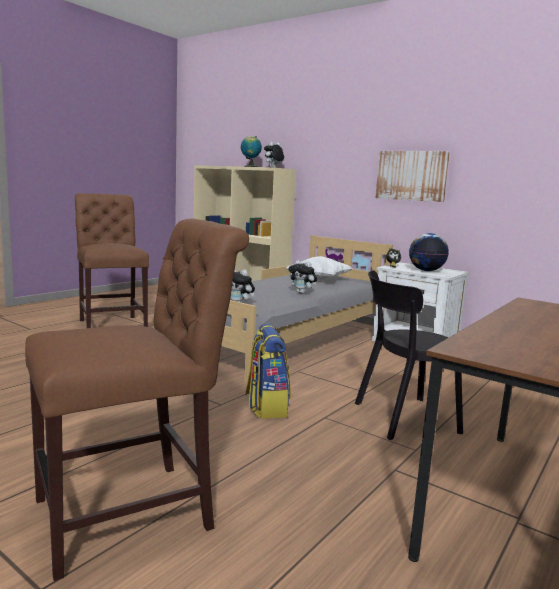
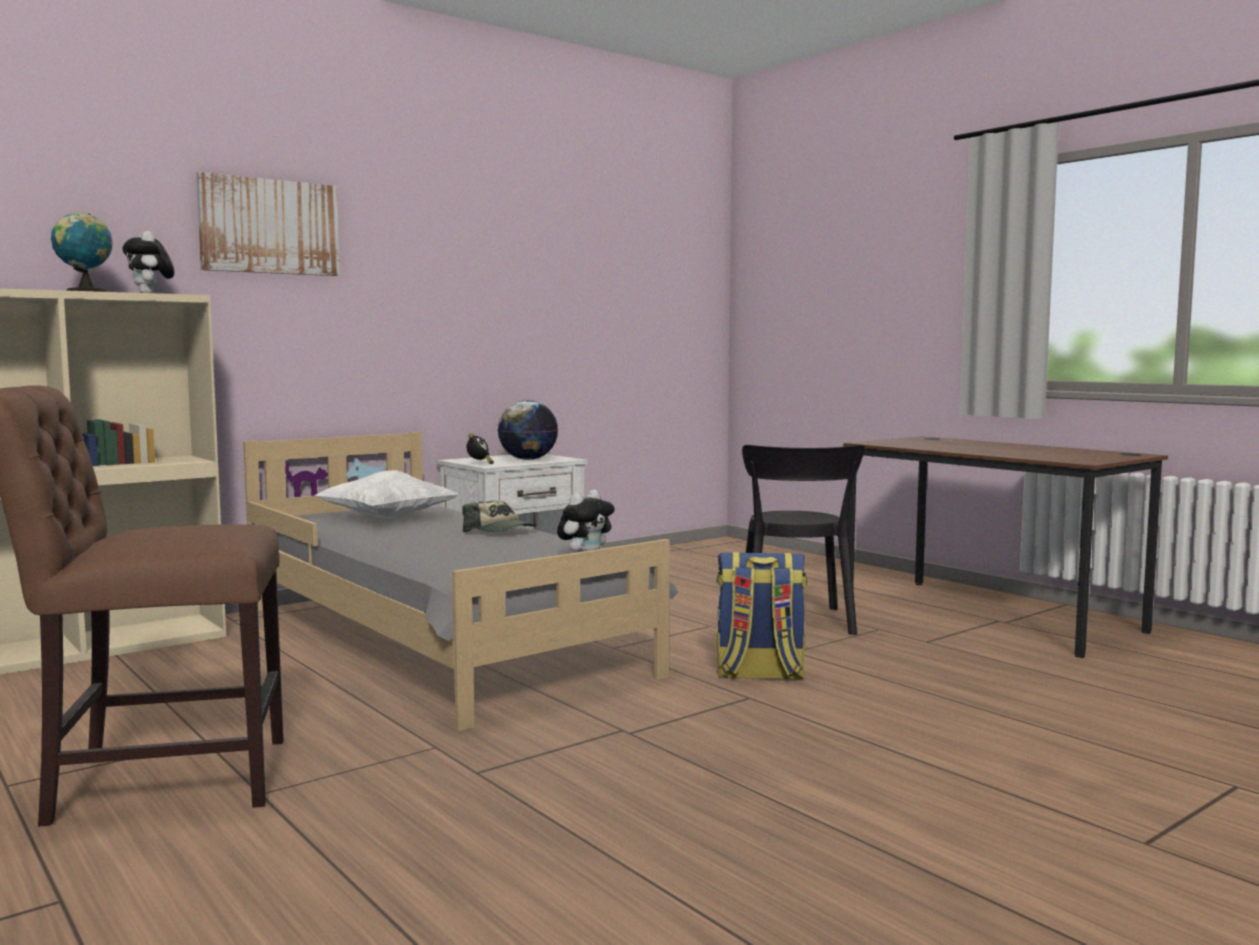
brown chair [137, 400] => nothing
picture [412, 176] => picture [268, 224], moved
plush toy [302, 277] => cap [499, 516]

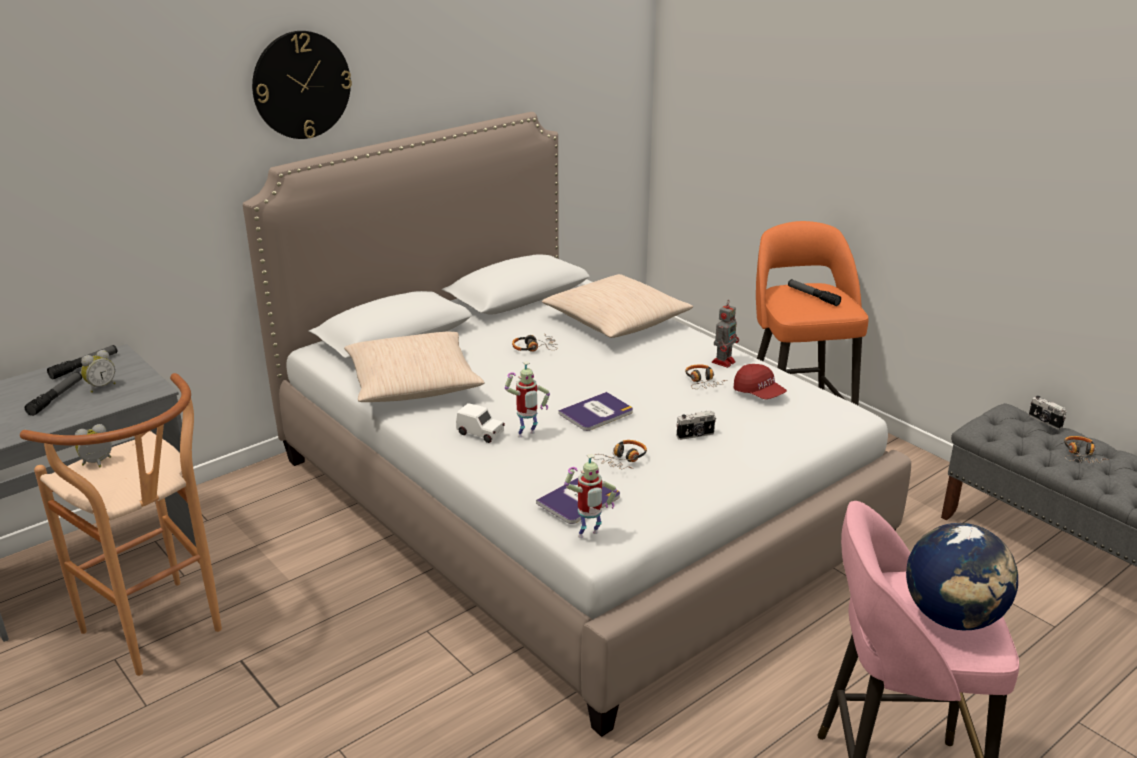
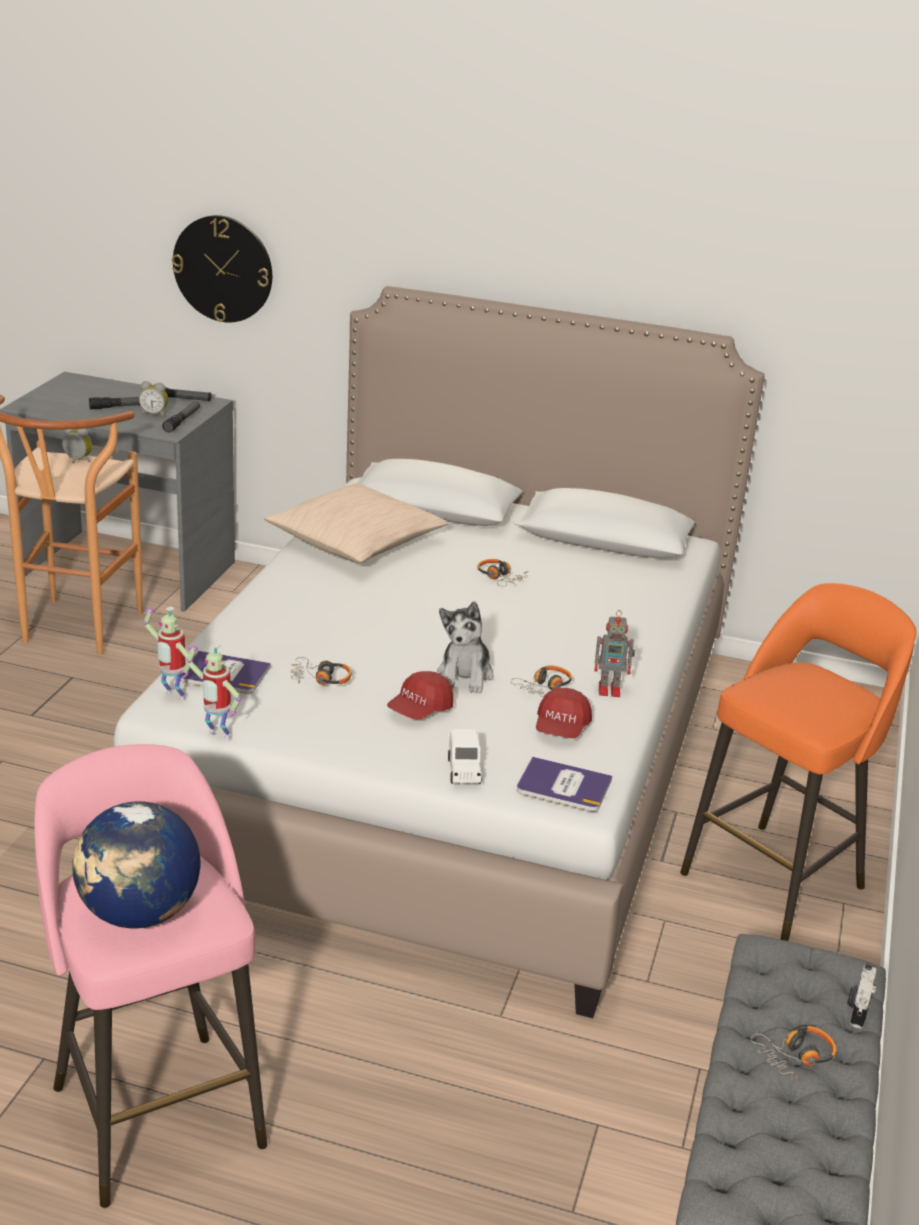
beige pillow [617, 306] => nothing
nothing => plush toy [465, 647]
wall clock [302, 85] => wall clock [222, 268], moved
white toy car [480, 423] => white toy car [465, 756], moved
toy robot [527, 399] => toy robot [213, 691], moved
book [595, 411] => book [565, 784], moved
flashlight [814, 292] => flashlight [181, 417], moved
photo camera [696, 425] => red cap [420, 695]

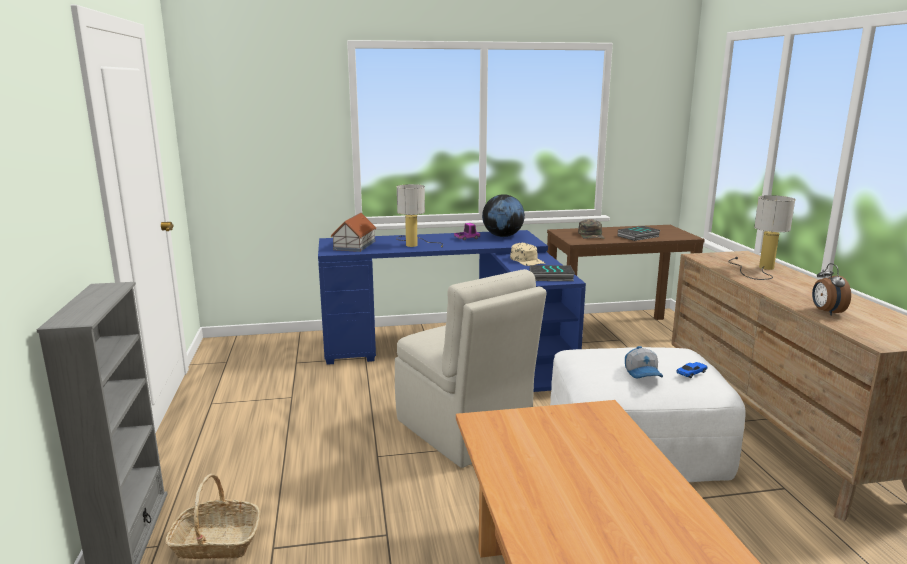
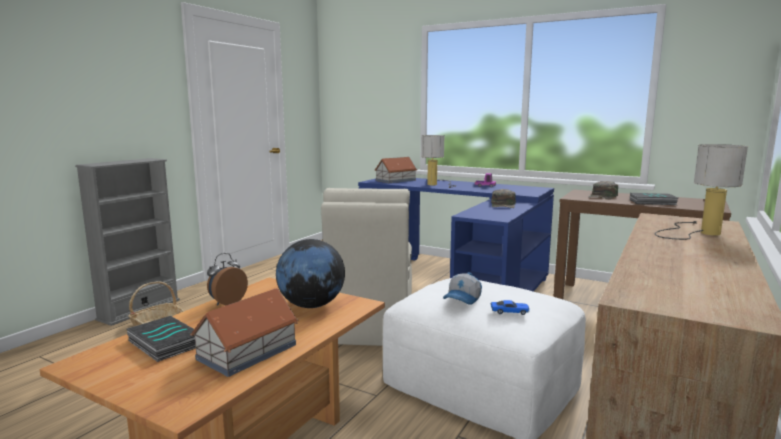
nothing => toy house [244, 332]
globe [503, 215] => globe [310, 273], moved
book [552, 273] => book [161, 339], moved
alarm clock [831, 289] => alarm clock [227, 279], moved
beige cap [528, 254] => green cap [503, 198]

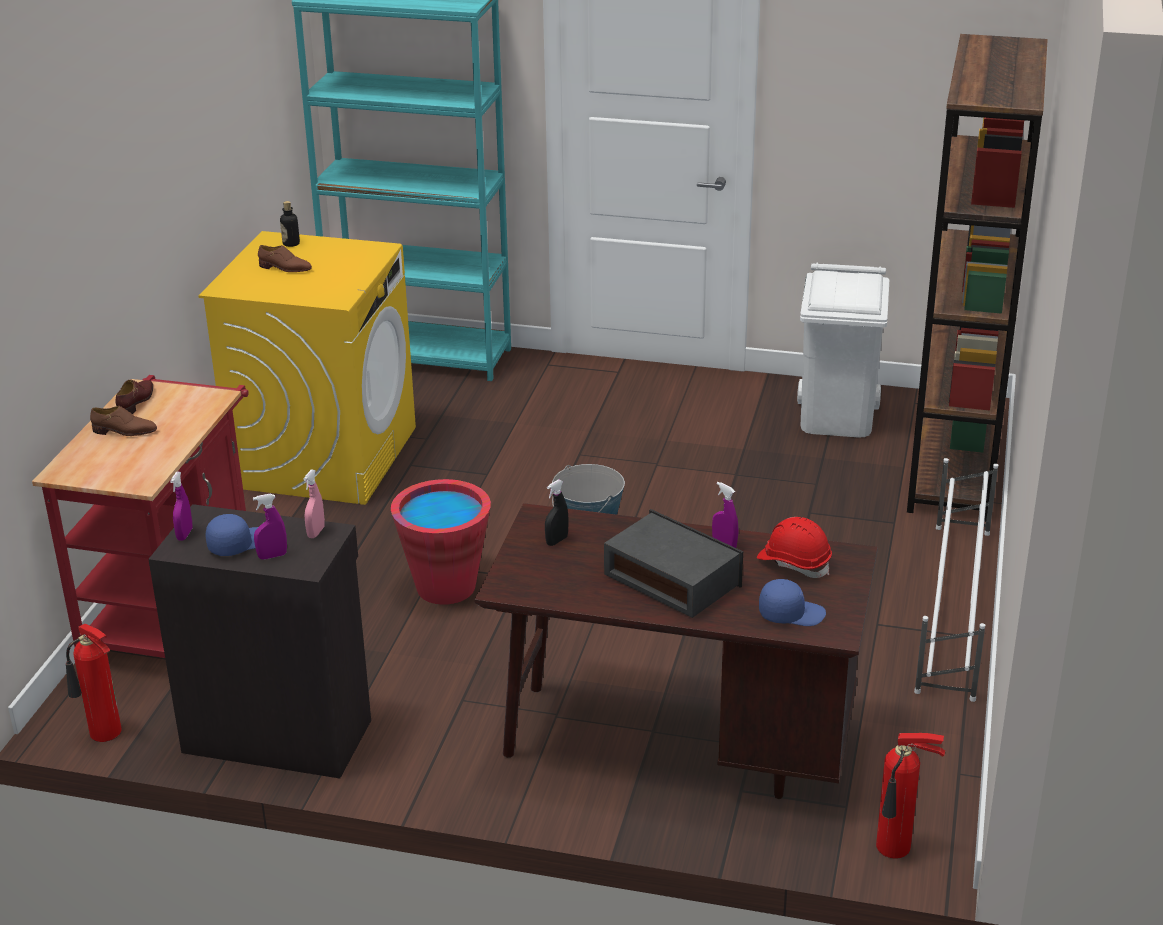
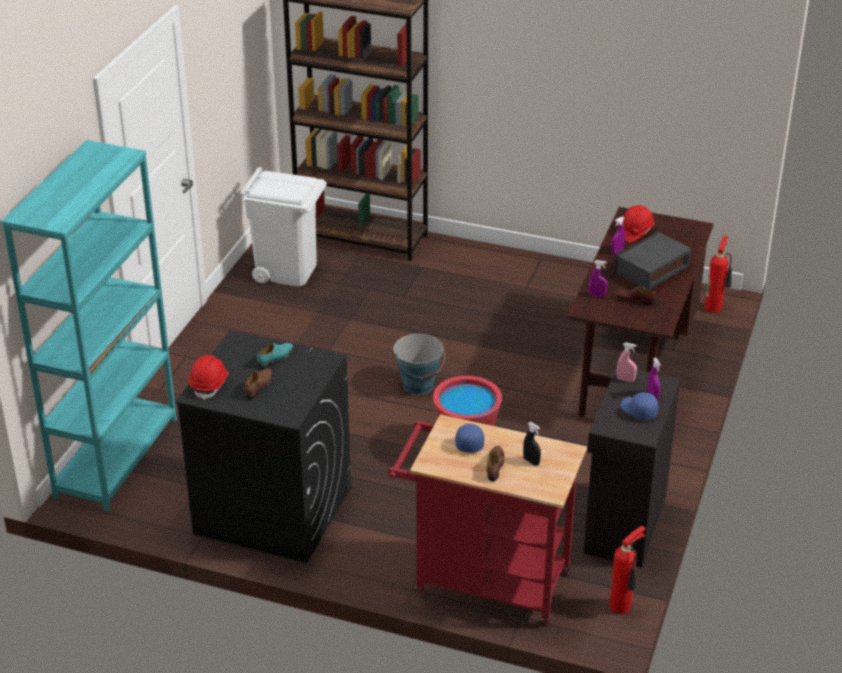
white shoe rack [956, 580] => nothing
nothing => turquoise shoe [275, 356]
brown shoe [134, 397] => brown shoe [635, 296], moved
purple spray bottle [181, 506] => purple spray bottle [598, 278], moved
black spray bottle [556, 512] => black spray bottle [532, 444], moved
blue cap [792, 602] => blue cap [469, 438], moved
bottle [290, 224] => red hard hat [209, 377]
yellow washing machine [307, 368] => black washing machine [263, 446]

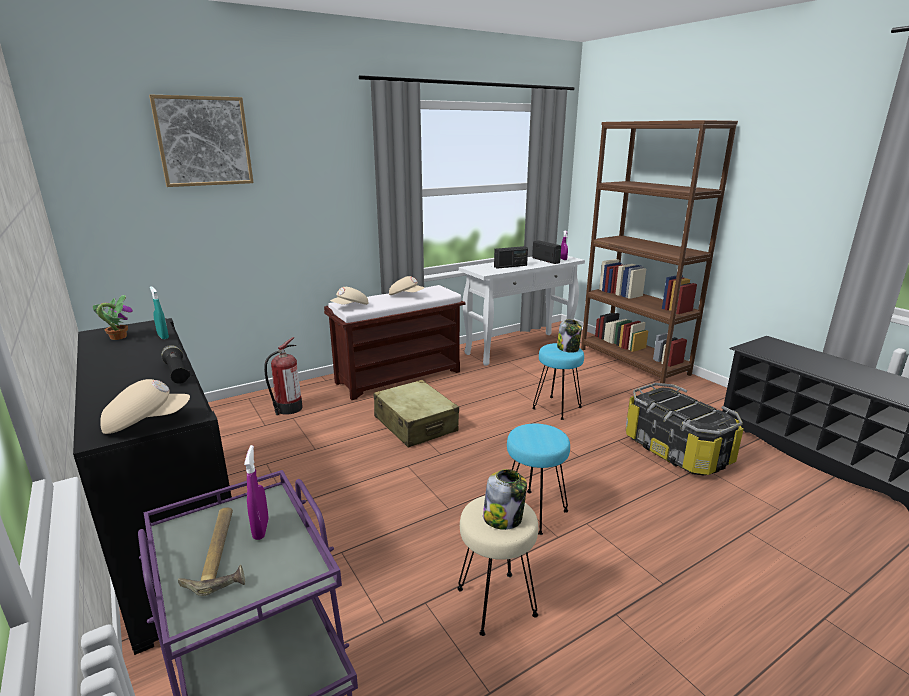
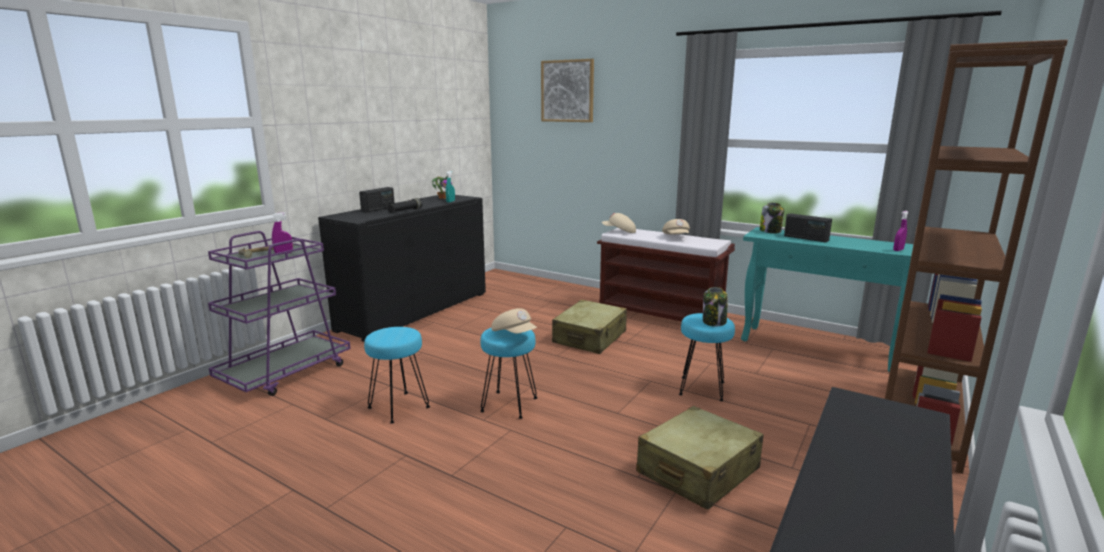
fire extinguisher [283, 376] => nothing
beige cap [145, 406] => beige cap [514, 321], moved
jar [505, 499] => jar [772, 218], moved
radio [546, 252] => radio [377, 199], moved
storage box [685, 429] => beige suitcase [699, 458]
beige stool [497, 566] => turquoise stool [397, 375]
white console table [522, 311] => turquoise console table [827, 299]

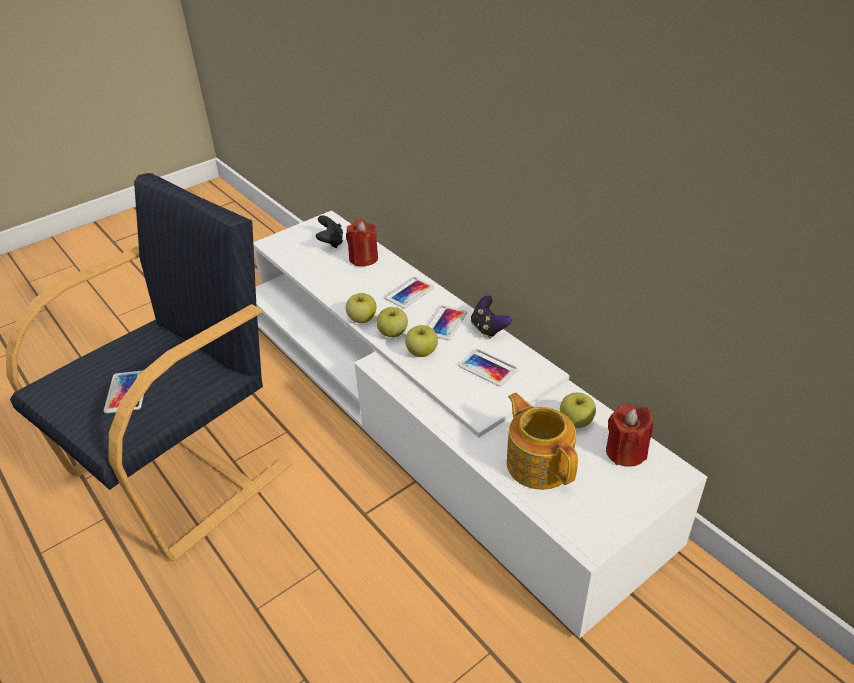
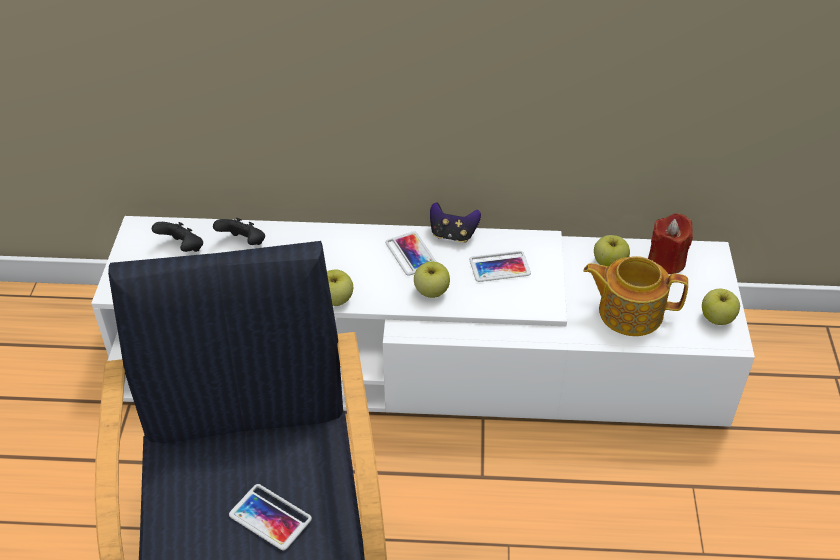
phone [409, 292] => nothing
apple [392, 322] => apple [721, 307], moved
red candle [362, 243] => black game controller [239, 231]

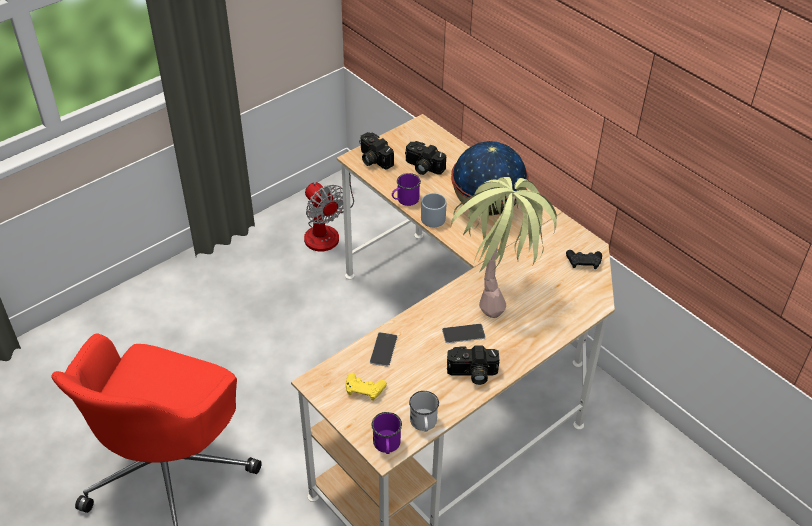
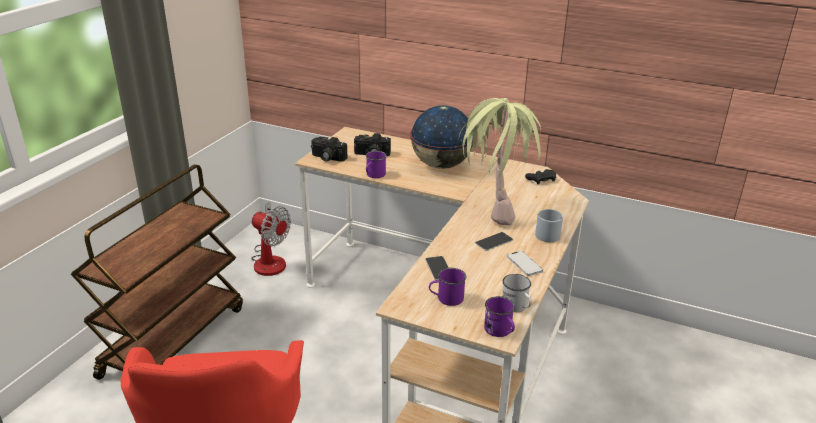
nothing => brown cart [157, 272]
grey mug [434, 210] => grey mug [549, 225], moved
yellow game controller [366, 387] => purple mug [447, 287]
photo camera [473, 365] => phone [525, 263]

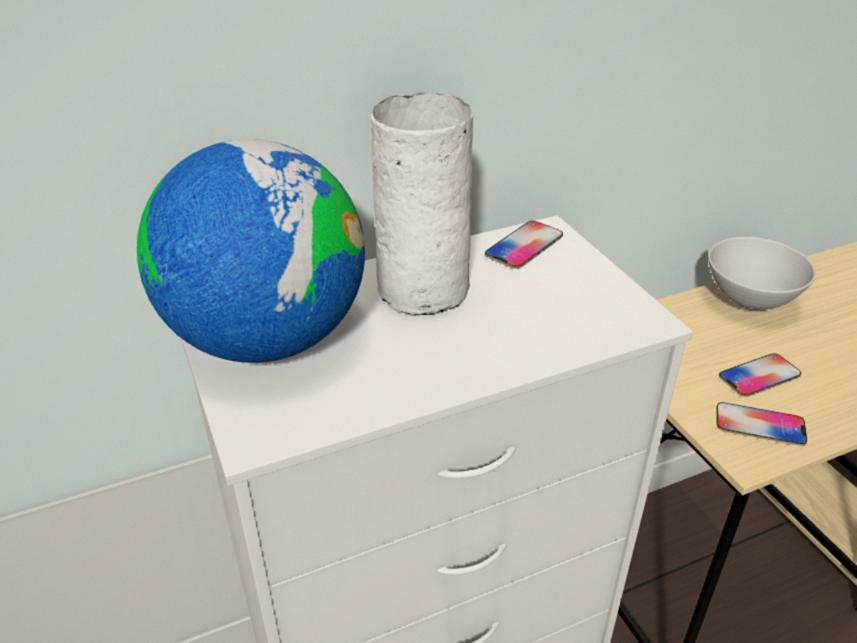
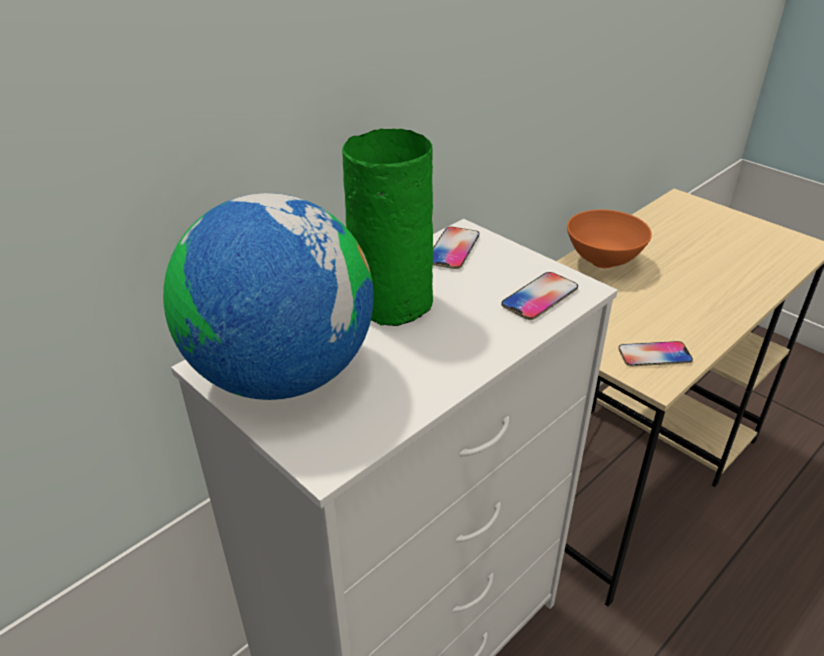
phone [760, 375] => phone [539, 296], moved
white vase [422, 204] => green vase [387, 227]
white bowl [762, 273] => orange bowl [609, 238]

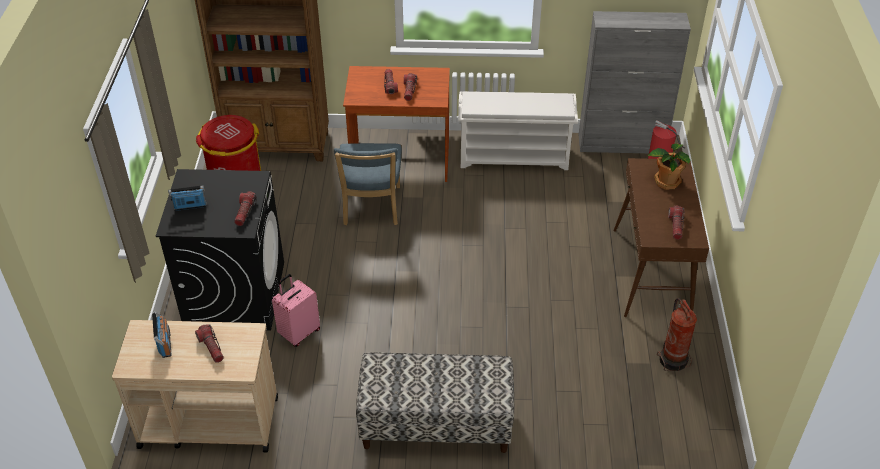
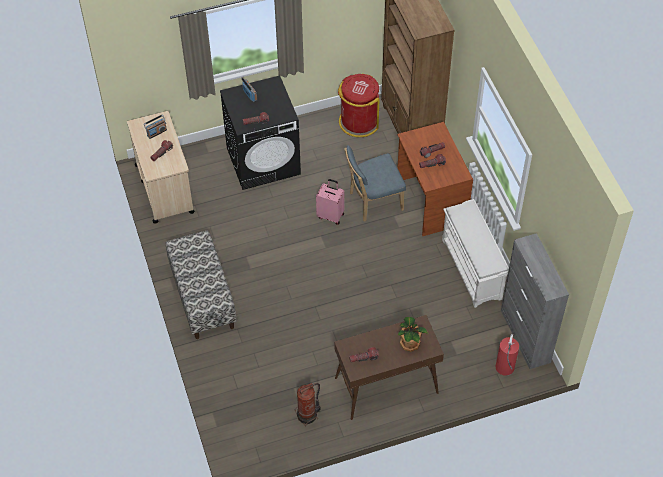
pink suitcase [296, 310] => pink suitcase [330, 202], moved

